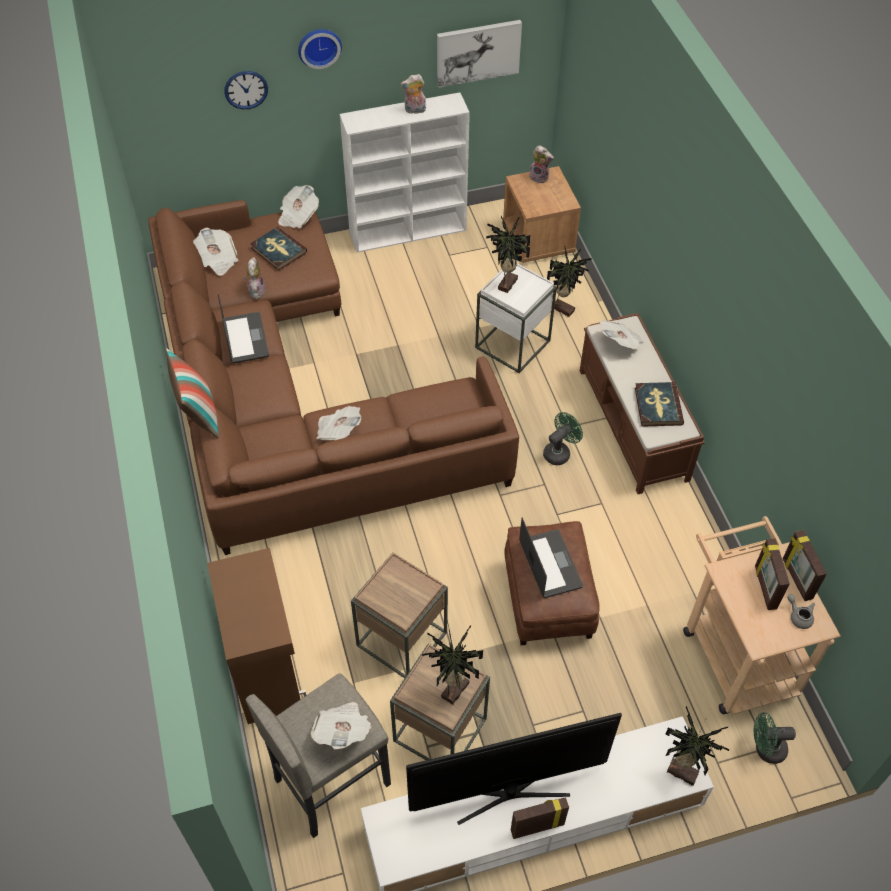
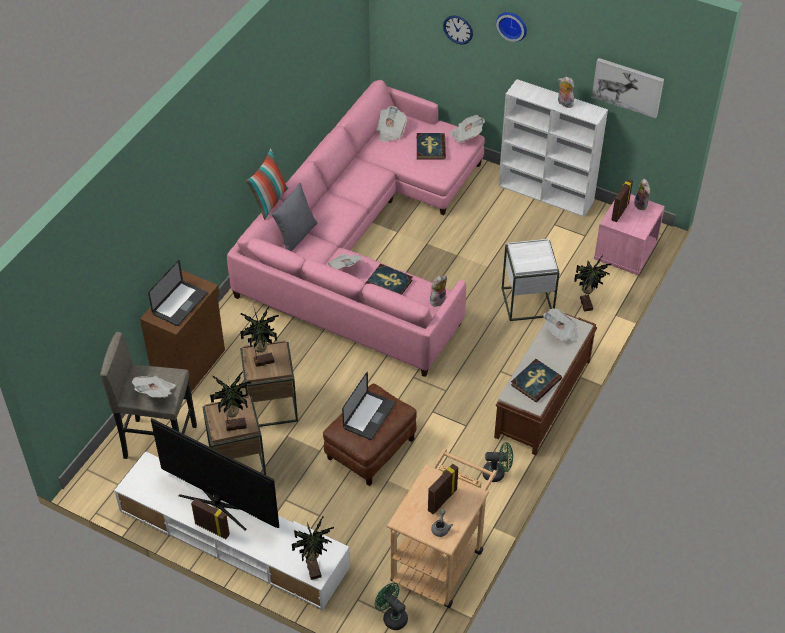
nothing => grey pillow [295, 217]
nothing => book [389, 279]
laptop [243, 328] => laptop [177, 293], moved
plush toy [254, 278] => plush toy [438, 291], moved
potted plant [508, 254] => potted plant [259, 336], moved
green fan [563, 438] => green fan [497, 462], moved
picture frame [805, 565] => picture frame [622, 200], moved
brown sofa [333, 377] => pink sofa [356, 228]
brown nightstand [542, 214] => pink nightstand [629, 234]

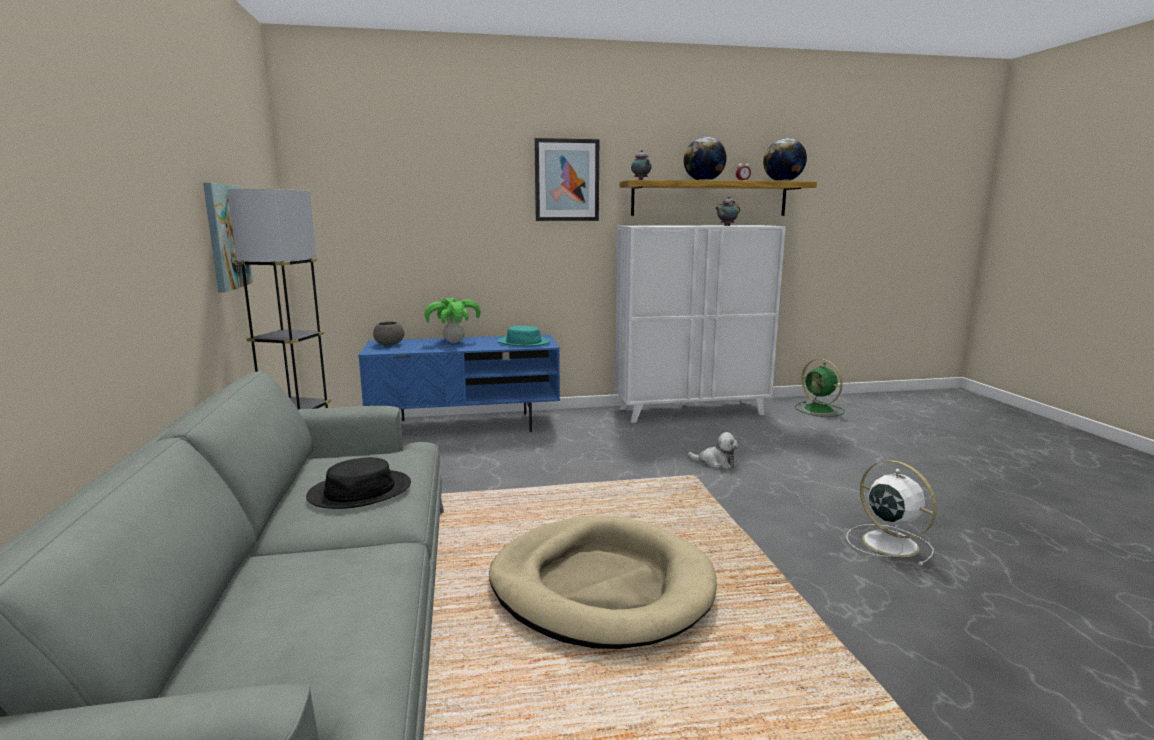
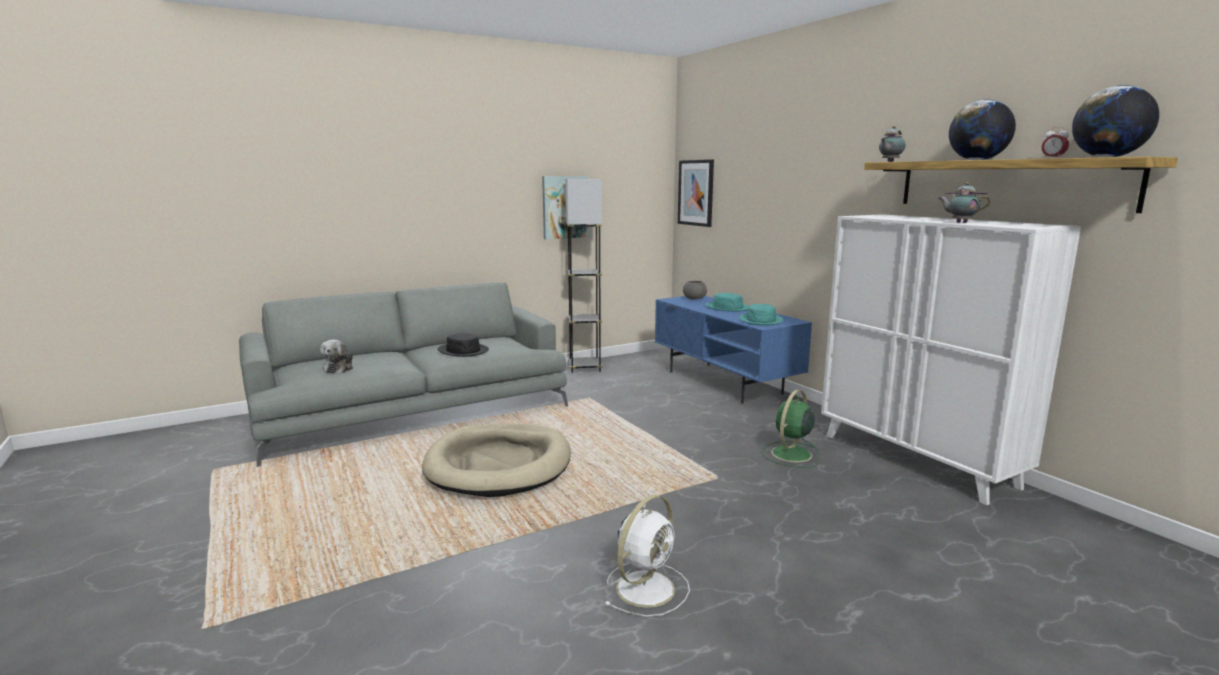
picture [566, 179] => picture [696, 193], moved
plush toy [713, 450] => plush toy [336, 357], moved
green fan [820, 388] => green fan [790, 429], moved
potted plant [453, 320] => turquoise hat [727, 302]

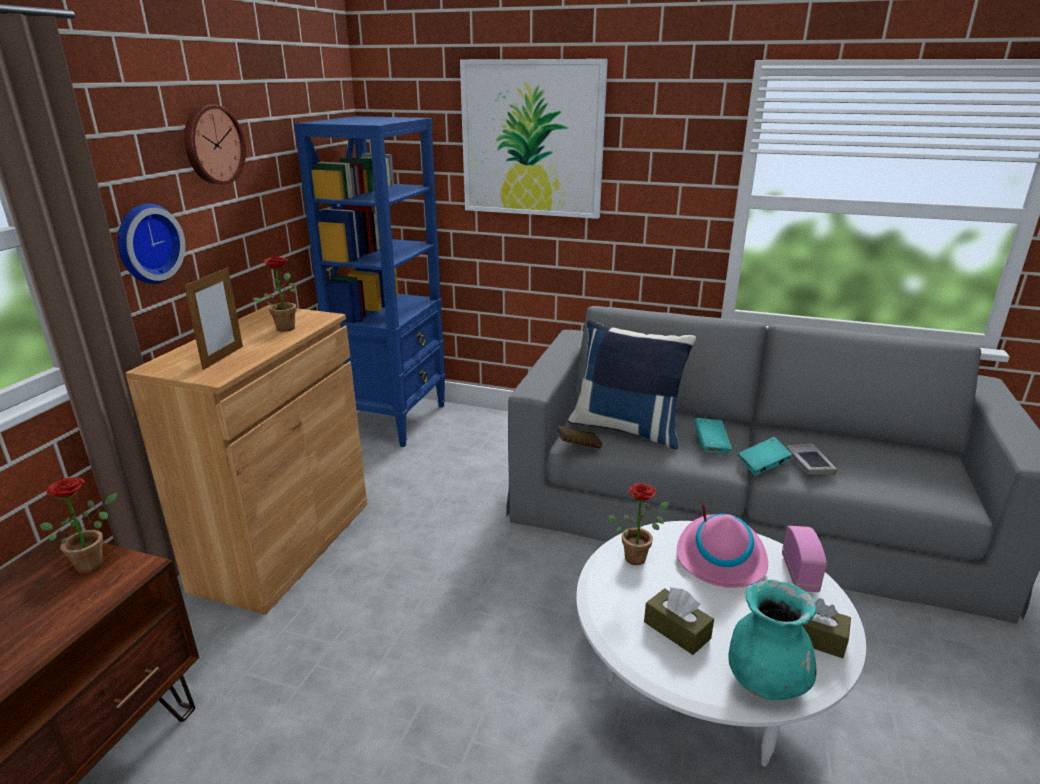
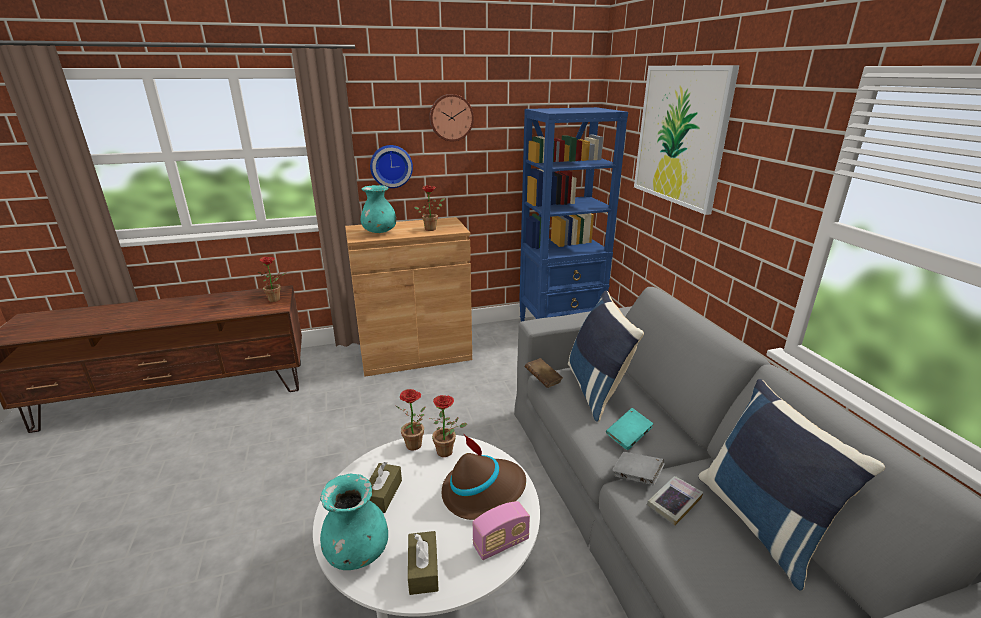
nothing => potted plant [410, 420]
nothing => blue pillow [791, 484]
picture frame [213, 318] => turquoise vase [378, 209]
pink hat [722, 545] => brown hat [484, 477]
turquoise book [765, 456] => grey book [638, 468]

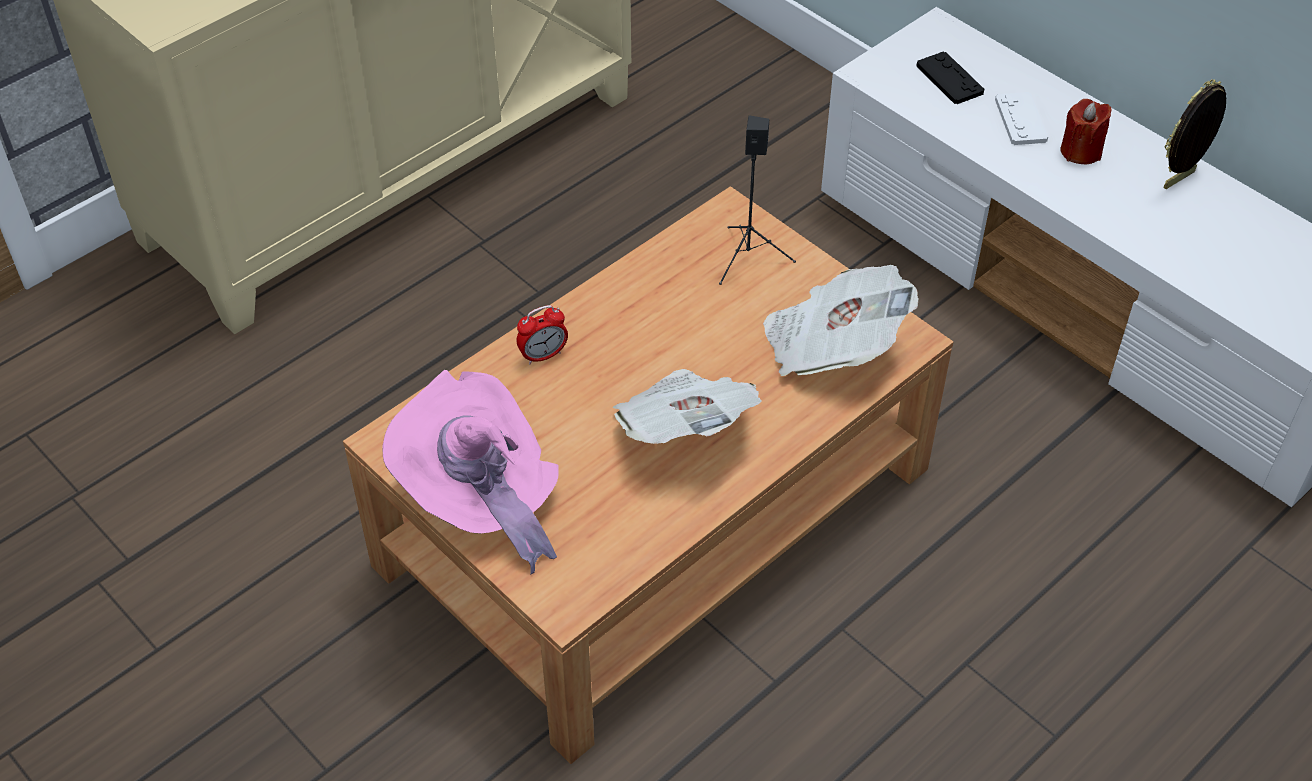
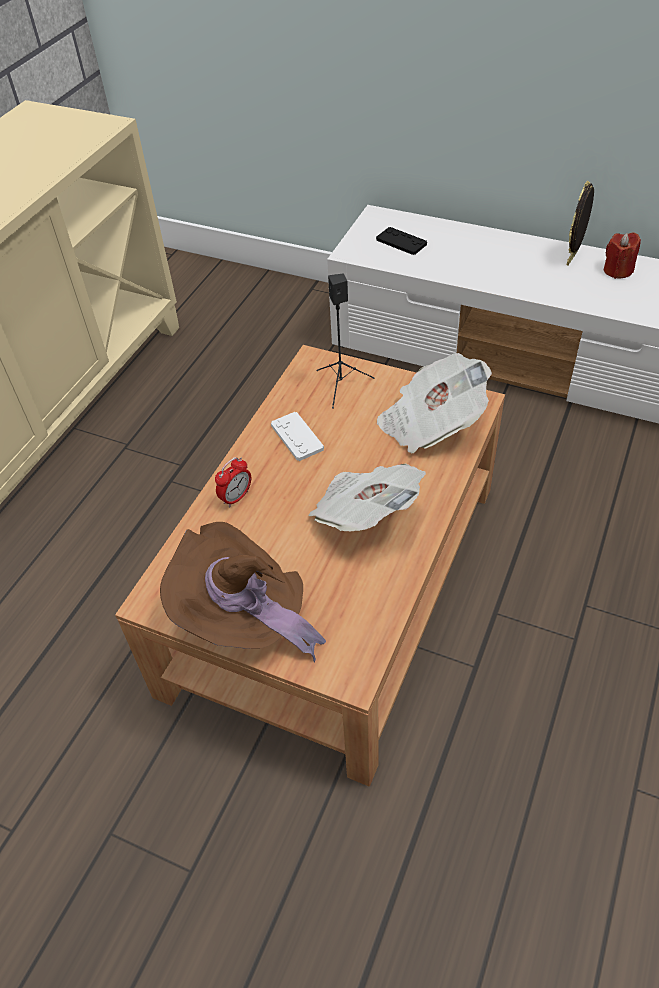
white game controller [1021, 118] => white game controller [297, 436], moved
red candle [1086, 131] => red candle [622, 255], moved
pink hat [470, 472] => brown hat [243, 592]

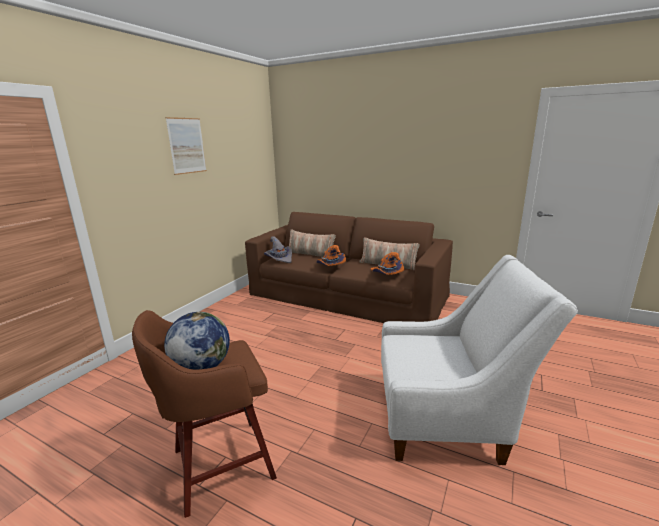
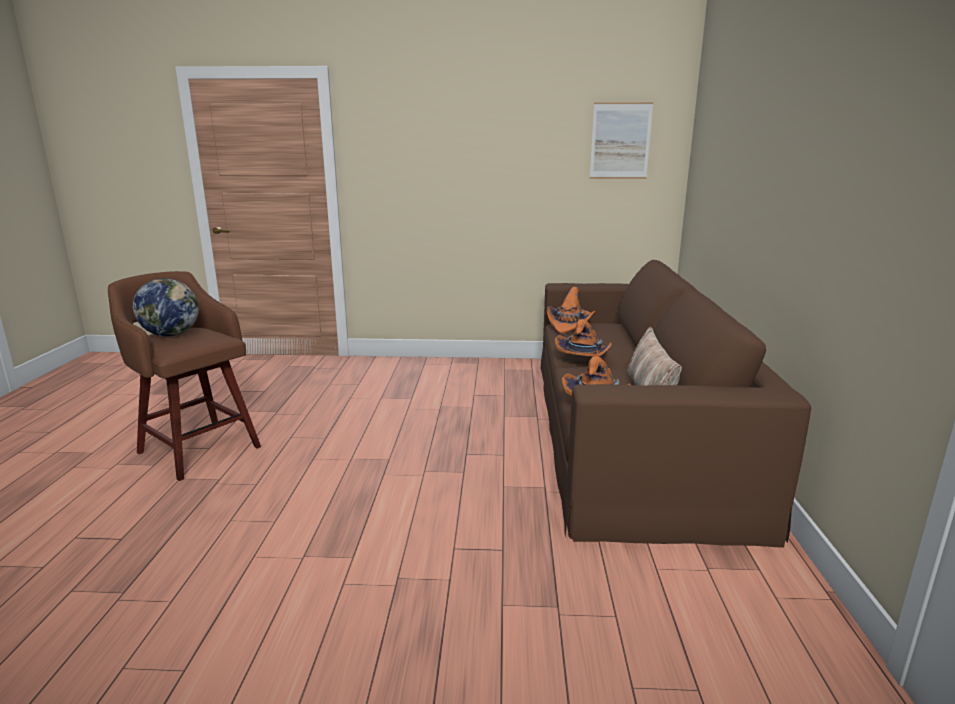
pillow [312, 243] => nothing
white armchair [479, 360] => nothing
picture [186, 146] => picture [621, 140], moved
grey hat [278, 249] => orange hat [571, 310]

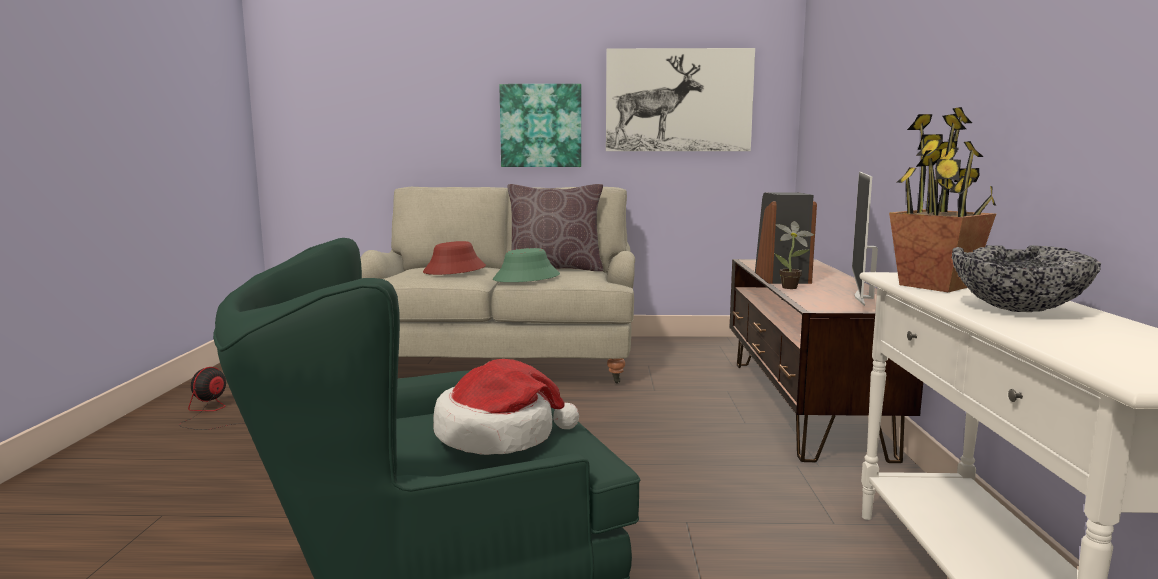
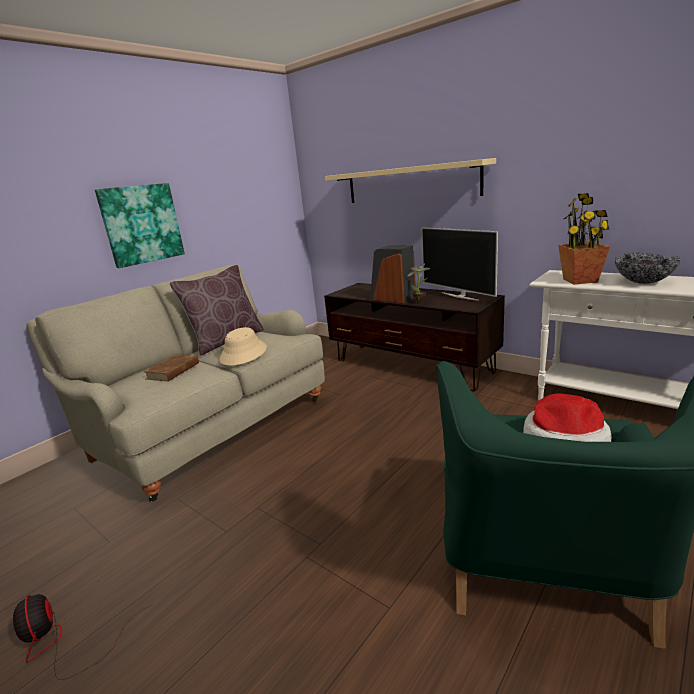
picture [680, 99] => nothing
nothing => beige shelf [410, 180]
red hat [454, 258] => brown book [171, 368]
green hat [526, 265] => beige hat [243, 346]

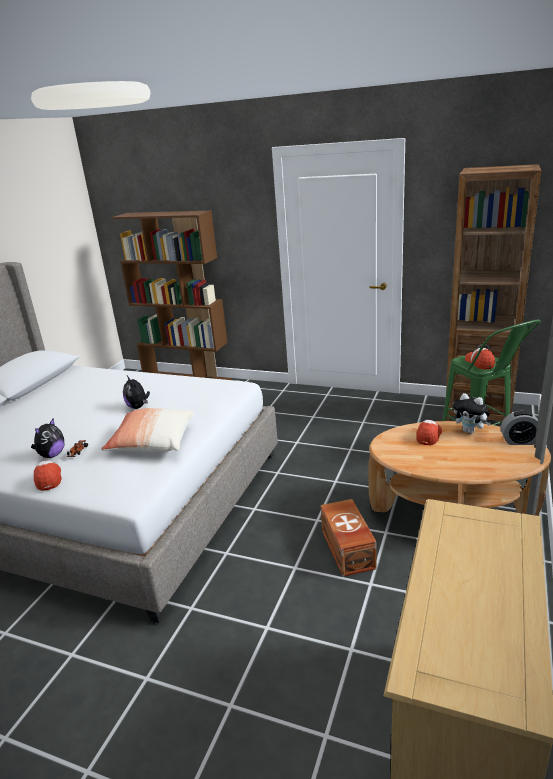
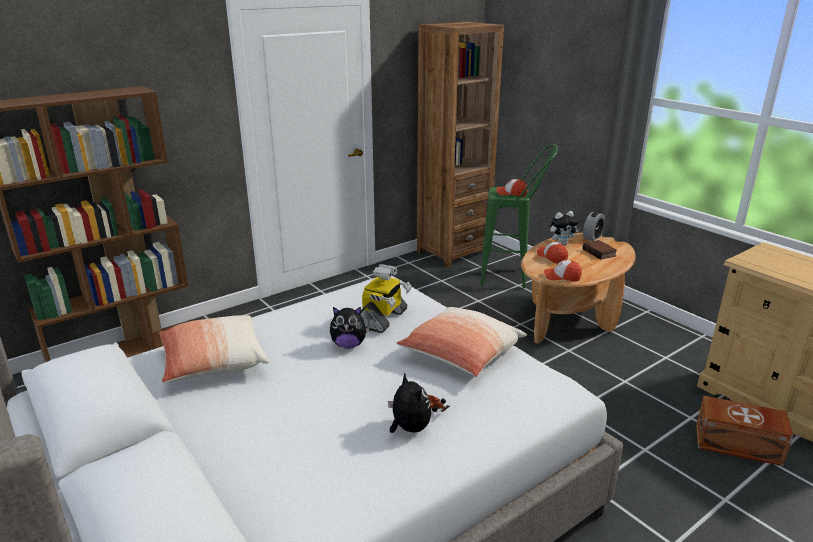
nothing => pillow [213, 349]
nothing => toy robot [386, 298]
nothing => book [600, 250]
cap [48, 475] => cap [563, 271], moved
brown storage box [349, 538] => brown storage box [744, 431], moved

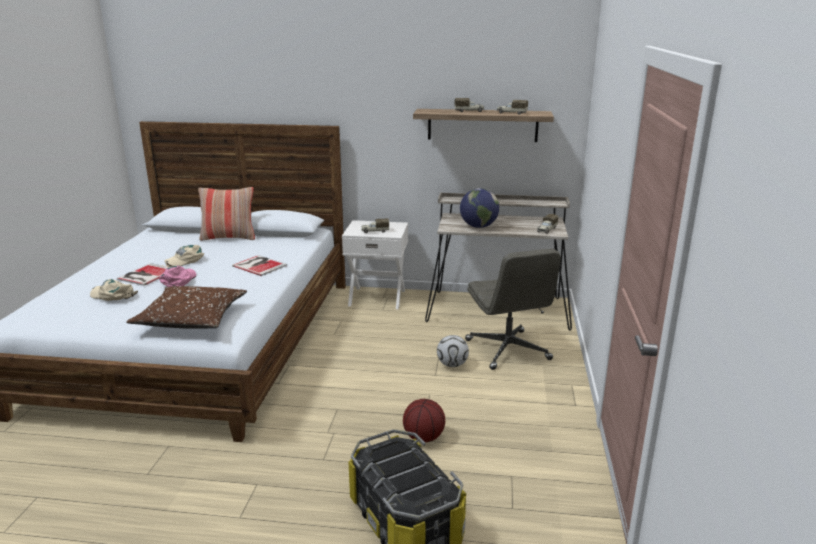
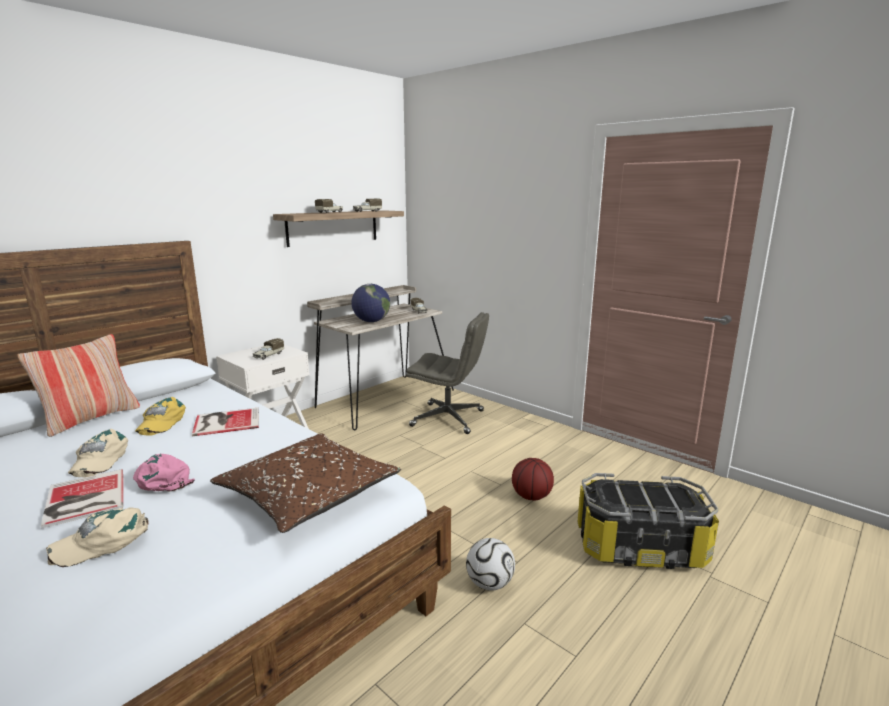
nothing => yellow cap [160, 416]
football [453, 351] => football [490, 564], moved

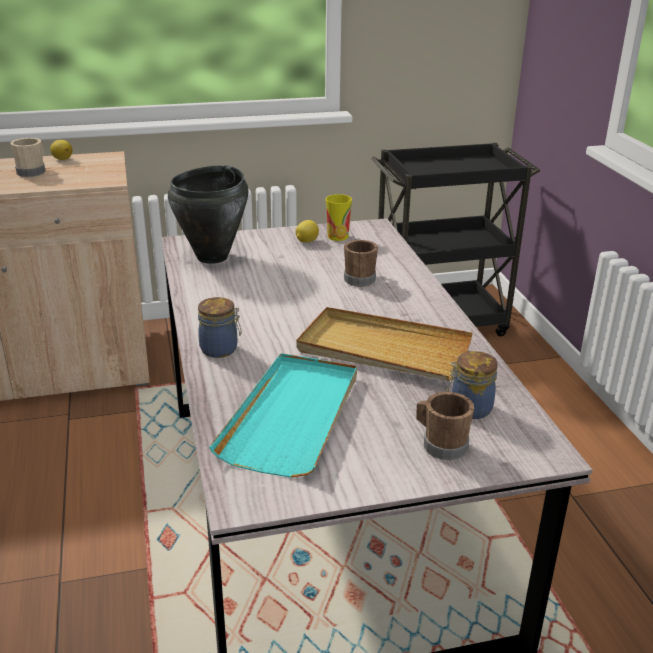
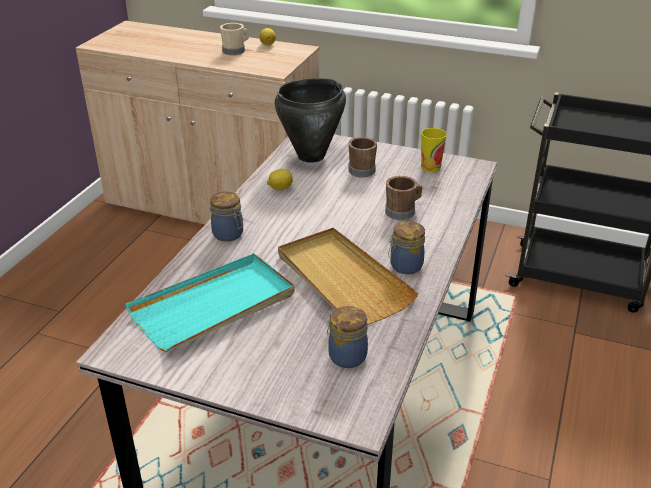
nothing => jar [406, 247]
lemon [307, 231] => lemon [280, 179], moved
brown mug [445, 426] => brown mug [362, 157], moved

